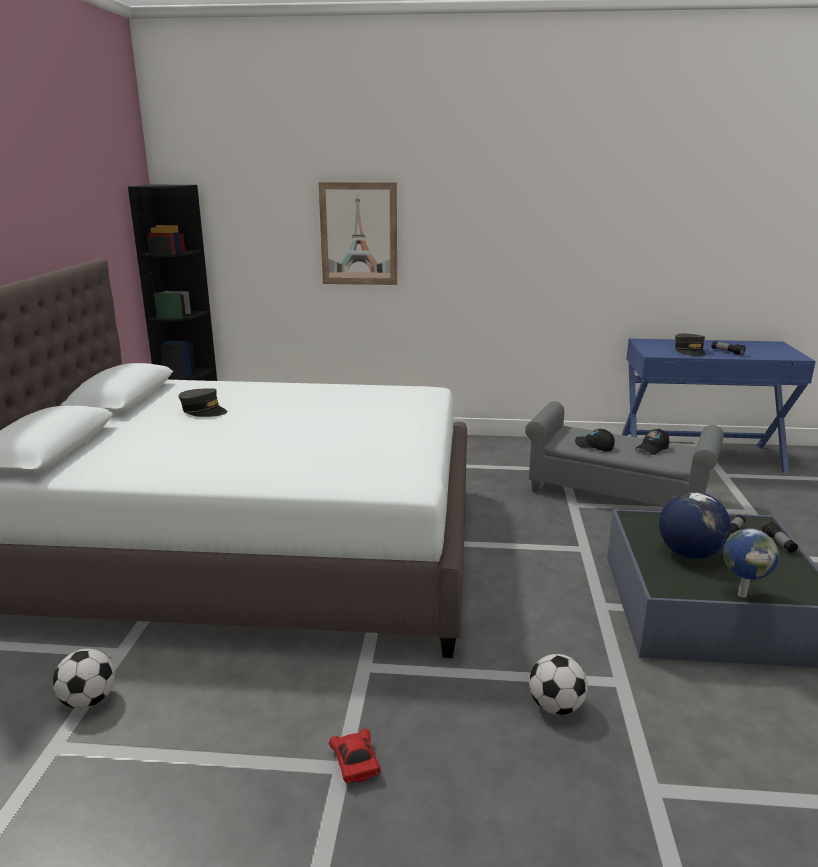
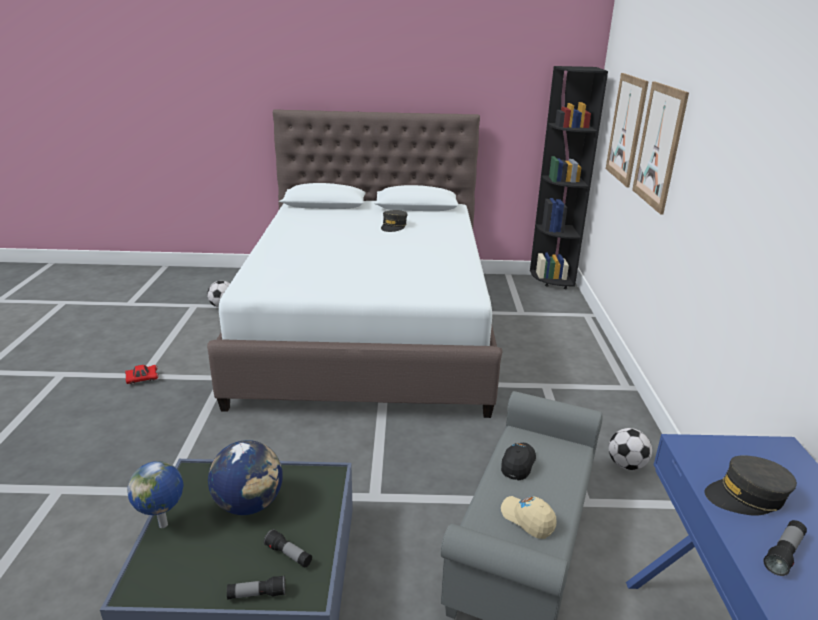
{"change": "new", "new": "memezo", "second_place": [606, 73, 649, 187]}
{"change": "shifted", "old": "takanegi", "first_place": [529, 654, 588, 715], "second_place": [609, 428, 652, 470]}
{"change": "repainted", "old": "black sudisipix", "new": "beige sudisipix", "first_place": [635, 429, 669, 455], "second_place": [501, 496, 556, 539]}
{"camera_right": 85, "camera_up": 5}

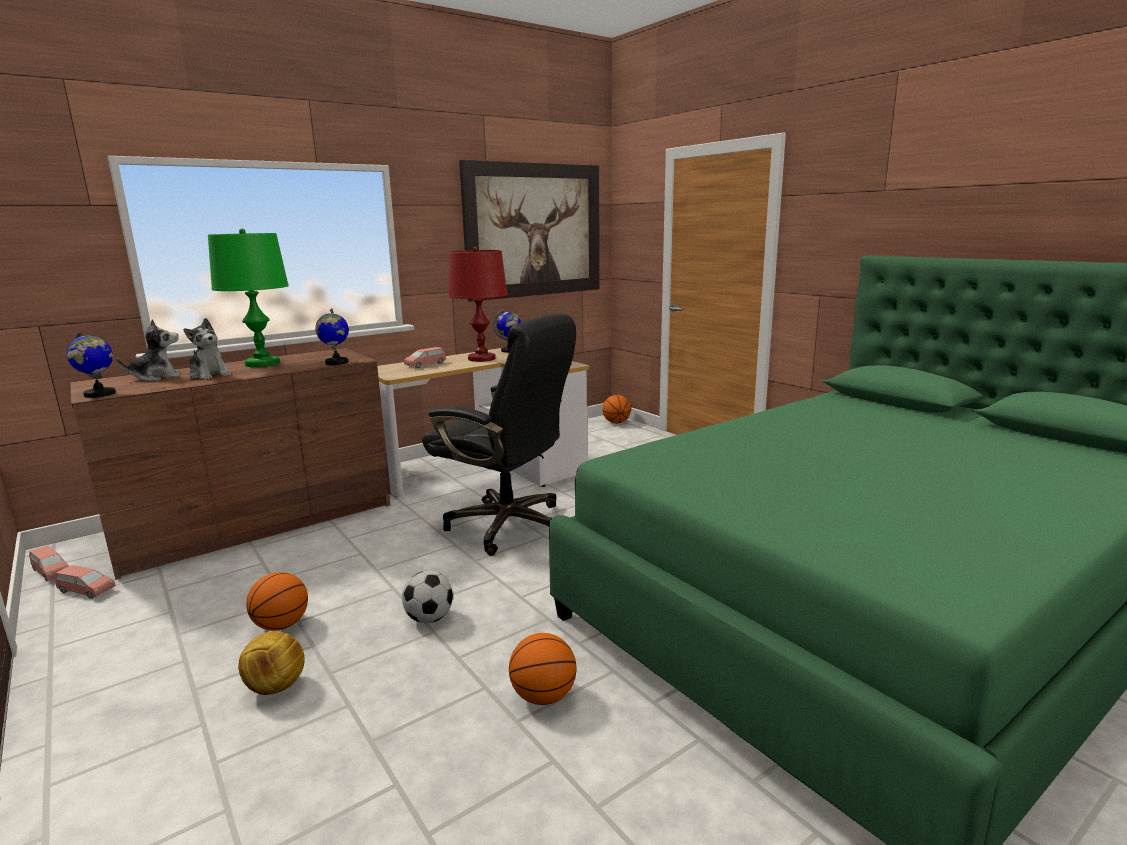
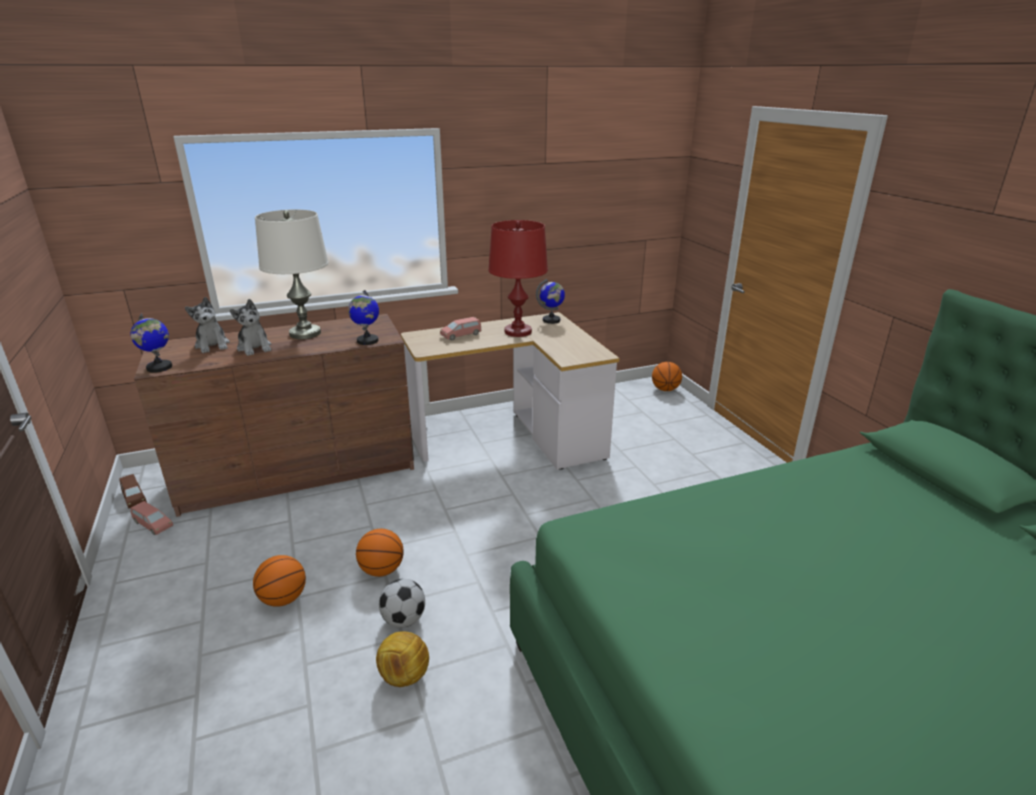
{"change": "gone", "old": "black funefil", "first_place": [422, 313, 576, 556]}
{"change": "gone", "old": "memezo", "first_place": [459, 160, 600, 301]}
{"change": "shifted", "old": "takanegi", "first_place": [238, 631, 305, 695], "second_place": [376, 631, 429, 687]}
{"change": "shifted", "old": "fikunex", "first_place": [509, 633, 576, 705], "second_place": [356, 529, 404, 577]}
{"change": "repainted", "old": "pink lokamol", "new": "brown lokamol", "first_place": [29, 545, 69, 581], "second_place": [119, 474, 147, 509]}
{"change": "repainted", "old": "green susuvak", "new": "white susuvak", "first_place": [208, 229, 289, 367], "second_place": [255, 209, 329, 339]}
{"change": "rotated", "old": "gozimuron", "first_place": [117, 319, 180, 381], "second_place": [185, 297, 230, 353], "degrees": 75}
{"camera_right": 15, "camera_up": 10}

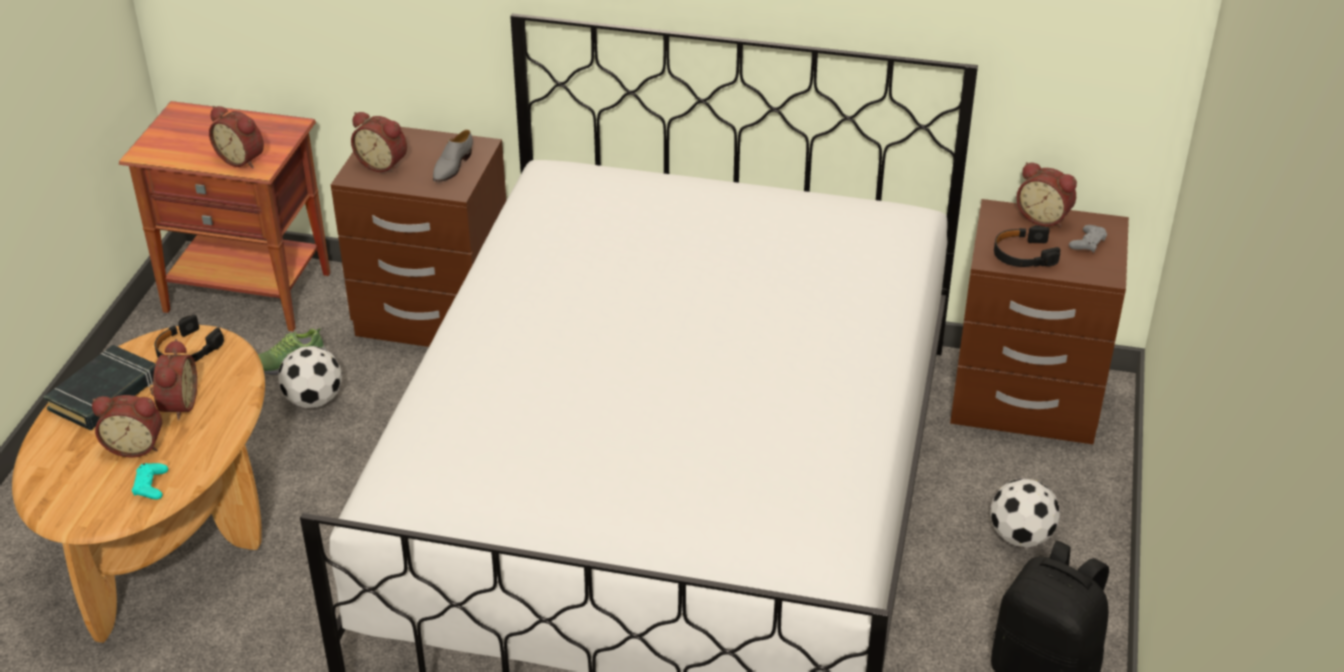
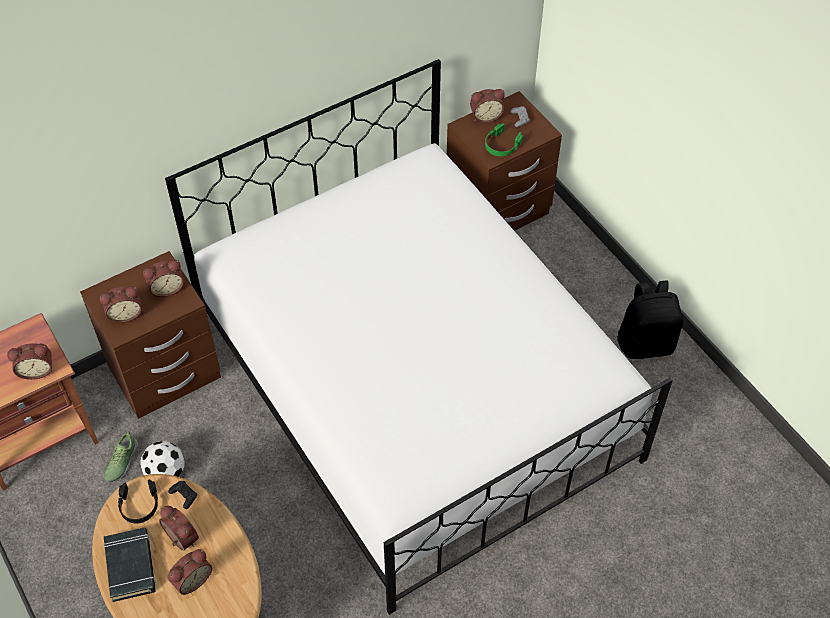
{"change": "gone", "old": "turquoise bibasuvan", "first_place": [132, 463, 168, 500]}
{"change": "gone", "old": "takanegi", "first_place": [990, 478, 1060, 547]}
{"change": "new", "new": "black bibasuvan", "second_place": [168, 481, 197, 509]}
{"change": "swapped", "old": "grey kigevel", "new": "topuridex", "first_place": [433, 130, 473, 182], "second_place": [143, 260, 184, 297]}
{"change": "repainted", "old": "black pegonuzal", "new": "green pegonuzal", "first_place": [994, 225, 1060, 267], "second_place": [485, 123, 523, 156]}
{"camera_right": -45, "camera_up": 15}

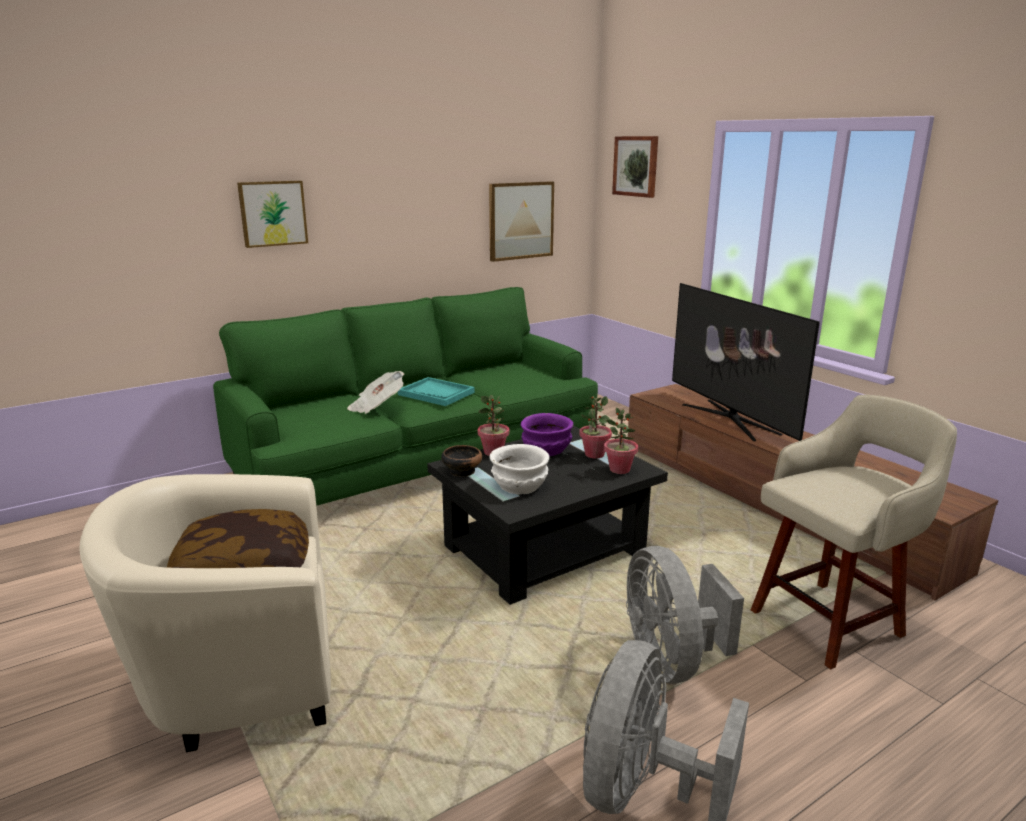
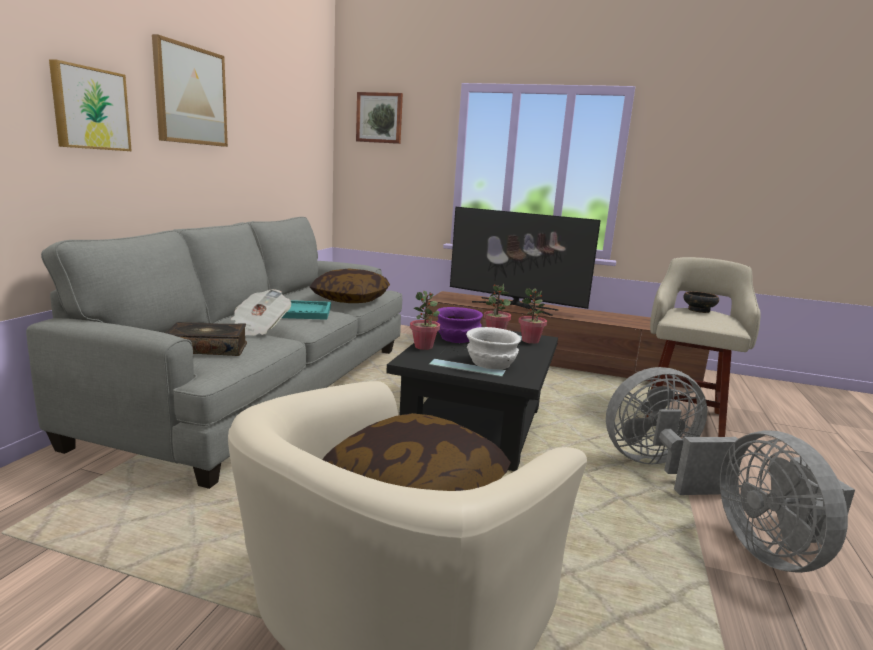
{"change": "new", "new": "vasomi", "second_place": [165, 322, 247, 356]}
{"change": "new", "new": "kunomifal", "second_place": [310, 268, 390, 303]}
{"change": "shifted", "old": "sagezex", "first_place": [441, 445, 482, 477], "second_place": [683, 291, 719, 313]}
{"change": "shifted", "old": "memezo", "first_place": [489, 181, 554, 262], "second_place": [152, 34, 228, 147]}
{"change": "repainted", "old": "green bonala", "new": "grey bonala", "first_place": [213, 287, 598, 506], "second_place": [26, 217, 402, 489]}
{"change": "rotated", "old": "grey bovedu", "first_place": [626, 546, 744, 684], "second_place": [606, 367, 738, 495], "degrees": 135}
{"camera_right": -40, "camera_up": -5}

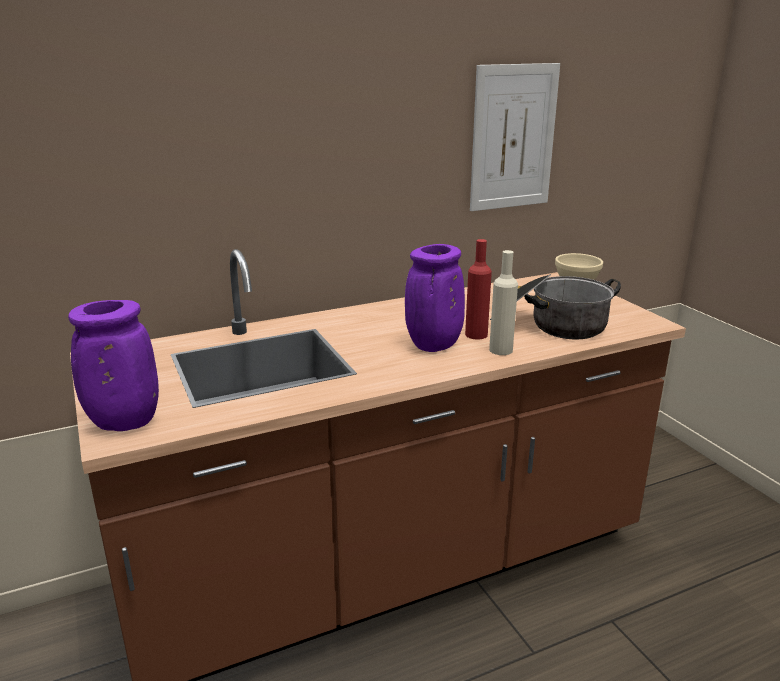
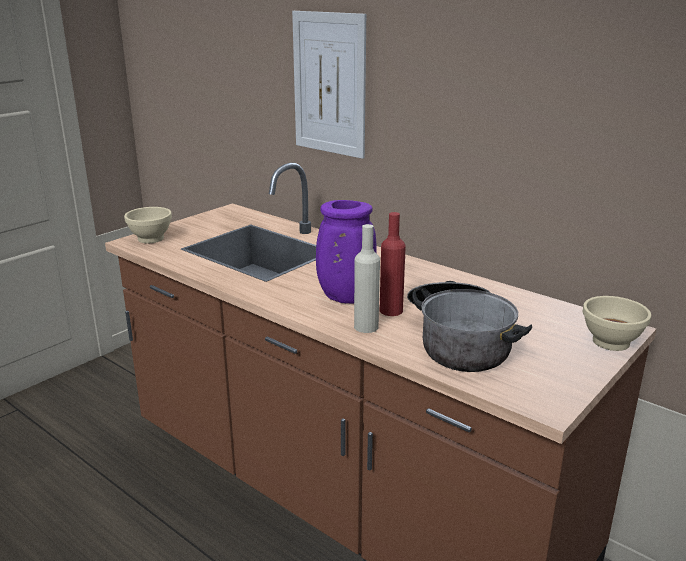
{"change": "shifted", "old": "memezo", "first_place": [470, 63, 560, 211], "second_place": [292, 11, 366, 159]}
{"change": "swapped", "old": "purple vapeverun", "new": "beige sagezex", "first_place": [68, 300, 159, 431], "second_place": [124, 207, 172, 243]}
{"camera_right": 65, "camera_up": 0}

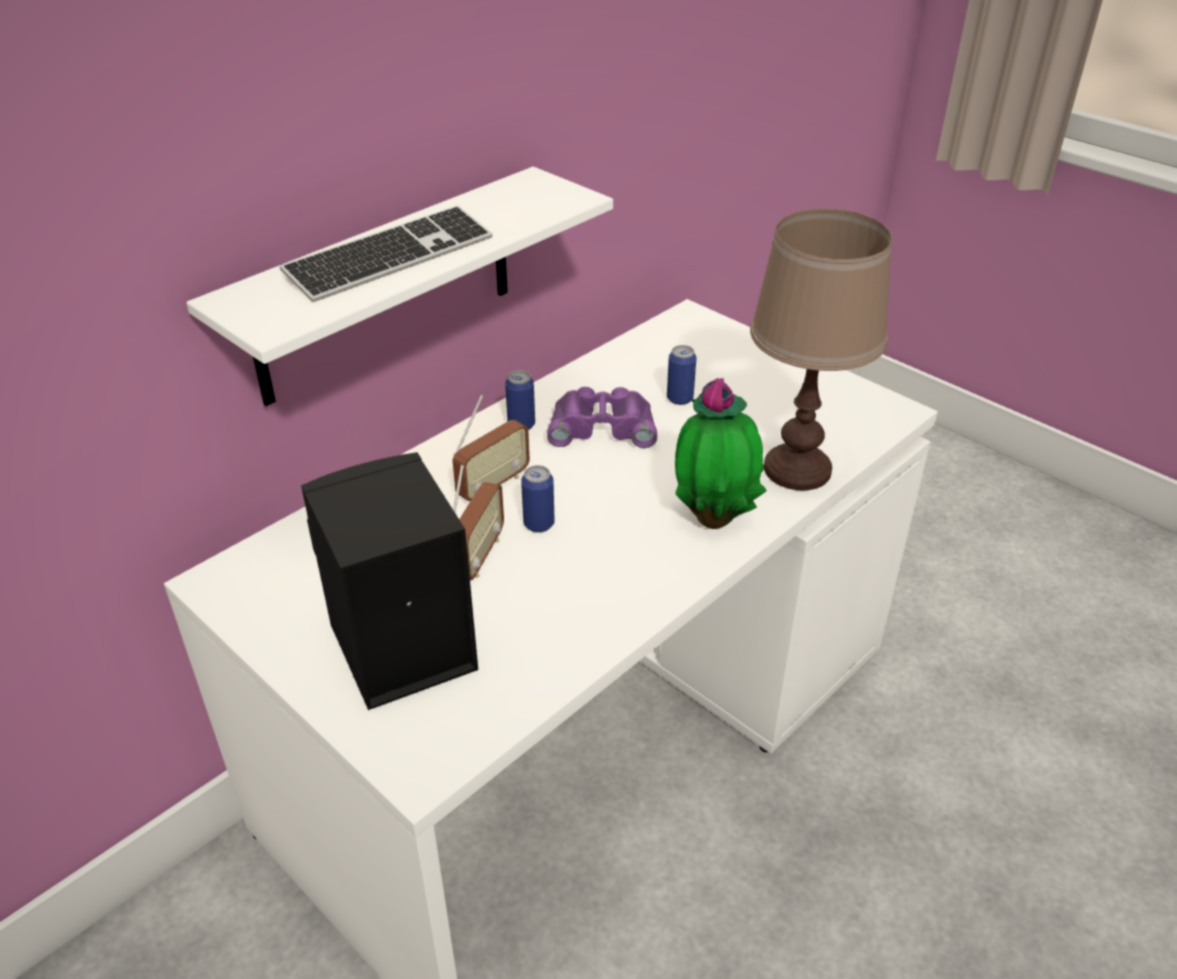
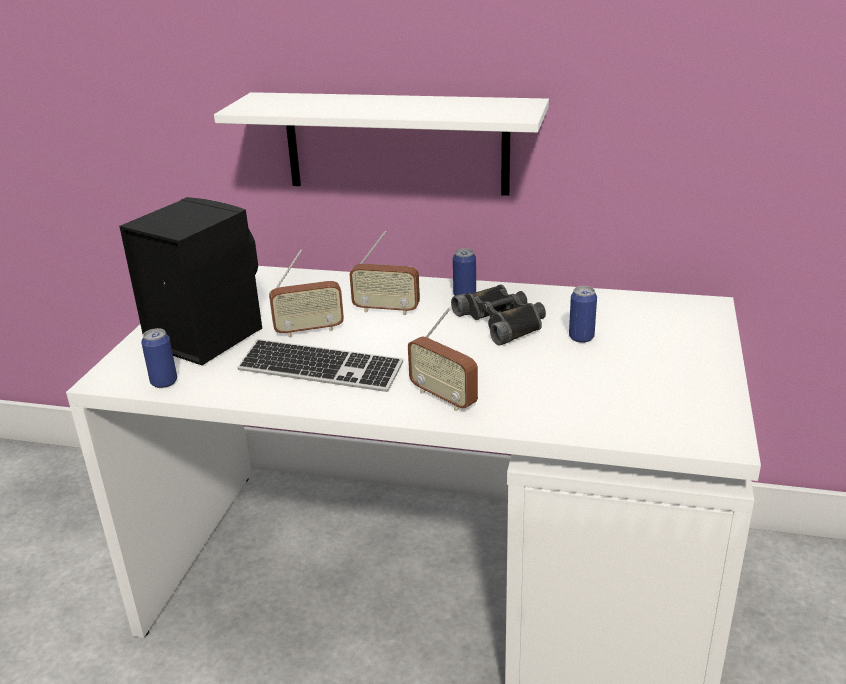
{"change": "gone", "old": "brown susuvak", "first_place": [750, 209, 892, 491]}
{"change": "shifted", "old": "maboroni", "first_place": [280, 205, 492, 302], "second_place": [237, 339, 403, 392]}
{"change": "shifted", "old": "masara", "first_place": [521, 465, 555, 533], "second_place": [141, 328, 177, 388]}
{"change": "swapped", "old": "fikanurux", "new": "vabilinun", "first_place": [675, 378, 766, 529], "second_place": [408, 308, 478, 411]}
{"change": "repainted", "old": "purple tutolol", "new": "black tutolol", "first_place": [547, 387, 657, 448], "second_place": [451, 285, 546, 345]}
{"camera_right": 60, "camera_up": -10}

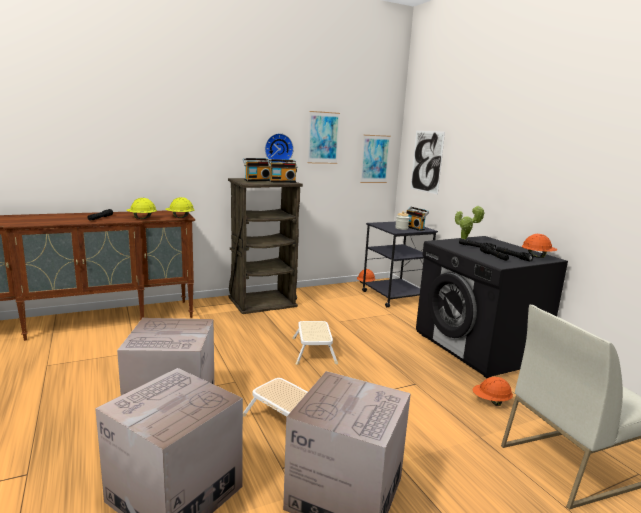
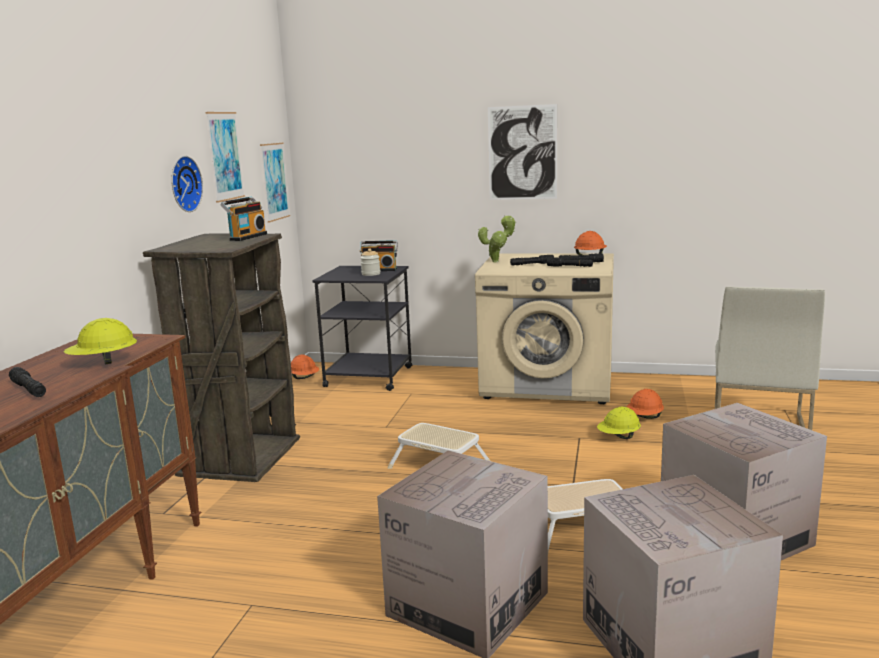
{"change": "gone", "old": "vabilinun", "first_place": [242, 158, 270, 181]}
{"change": "shifted", "old": "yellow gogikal", "first_place": [165, 197, 194, 218], "second_place": [597, 407, 641, 439]}
{"change": "shifted", "old": "memezo", "first_place": [410, 131, 445, 195], "second_place": [488, 104, 557, 200]}
{"change": "repainted", "old": "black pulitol", "new": "beige pulitol", "first_place": [416, 236, 568, 378], "second_place": [475, 253, 614, 404]}
{"camera_right": -50, "camera_up": 0}

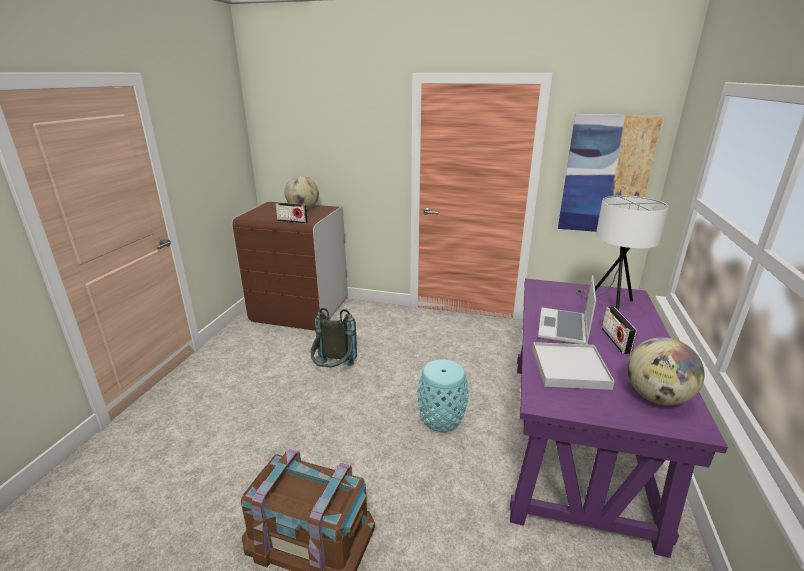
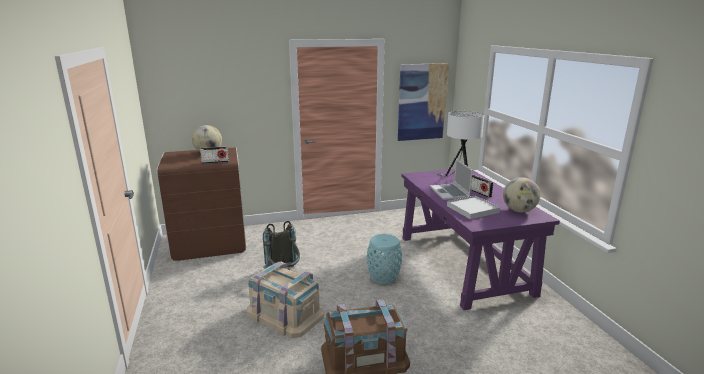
{"change": "new", "new": "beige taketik", "second_place": [247, 262, 324, 338]}
{"camera_right": -30, "camera_up": -5}

